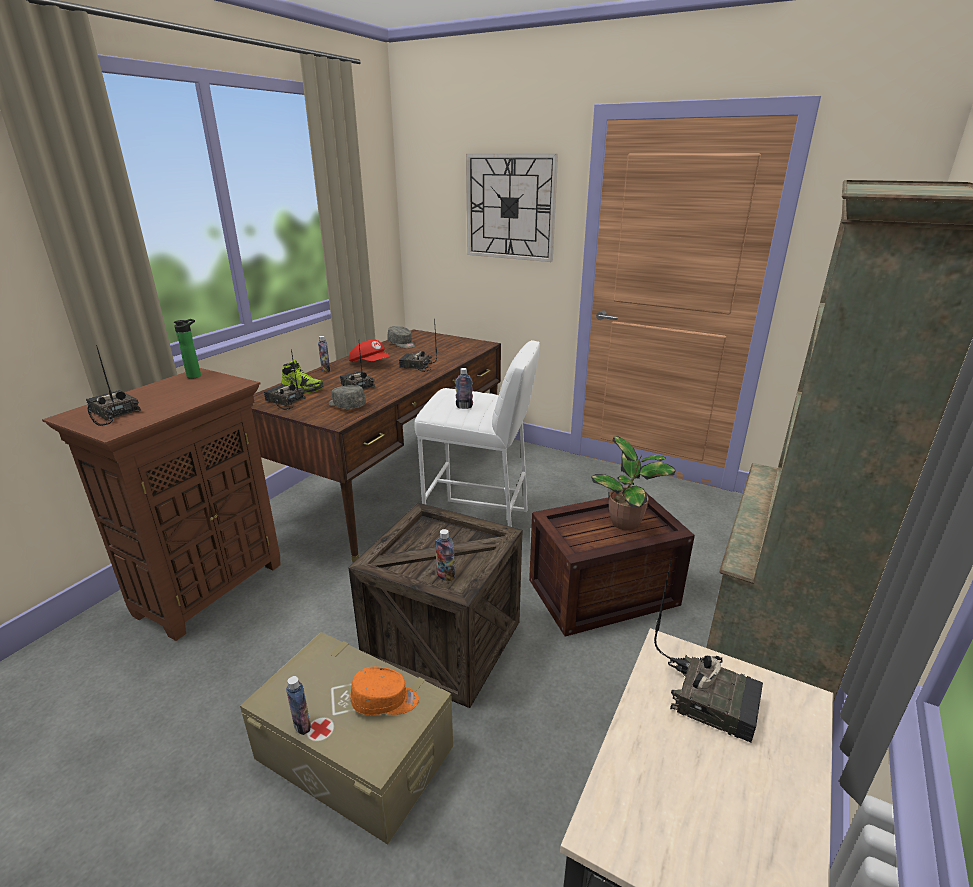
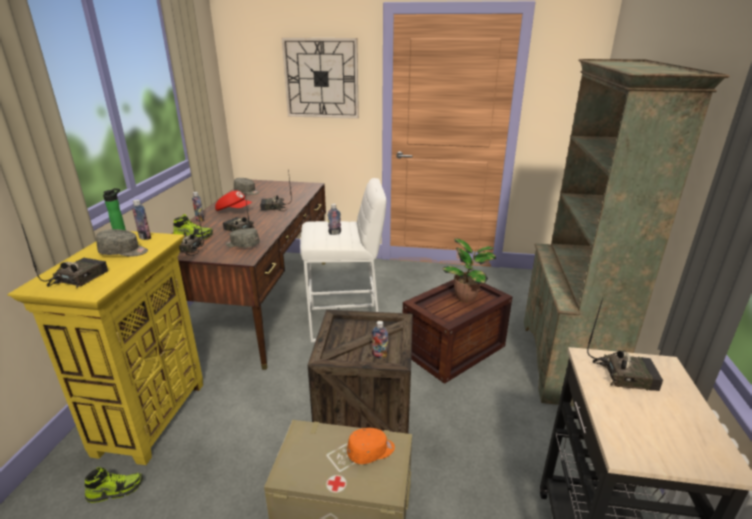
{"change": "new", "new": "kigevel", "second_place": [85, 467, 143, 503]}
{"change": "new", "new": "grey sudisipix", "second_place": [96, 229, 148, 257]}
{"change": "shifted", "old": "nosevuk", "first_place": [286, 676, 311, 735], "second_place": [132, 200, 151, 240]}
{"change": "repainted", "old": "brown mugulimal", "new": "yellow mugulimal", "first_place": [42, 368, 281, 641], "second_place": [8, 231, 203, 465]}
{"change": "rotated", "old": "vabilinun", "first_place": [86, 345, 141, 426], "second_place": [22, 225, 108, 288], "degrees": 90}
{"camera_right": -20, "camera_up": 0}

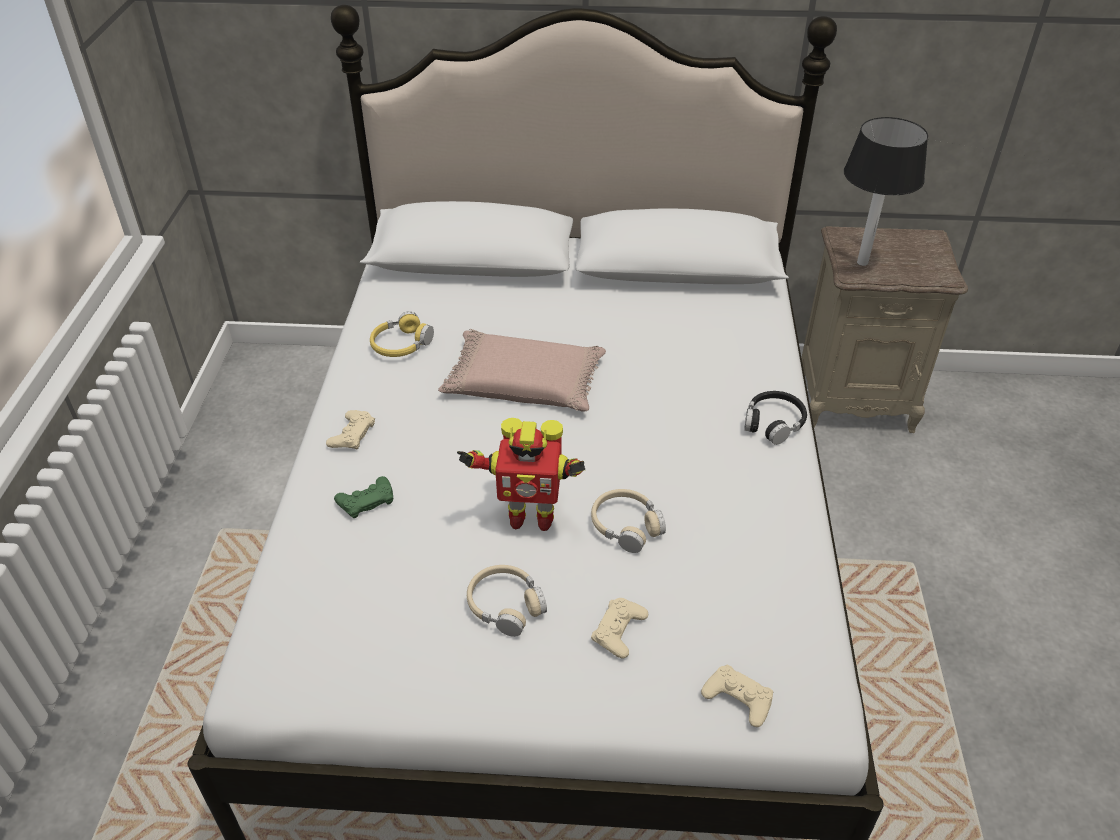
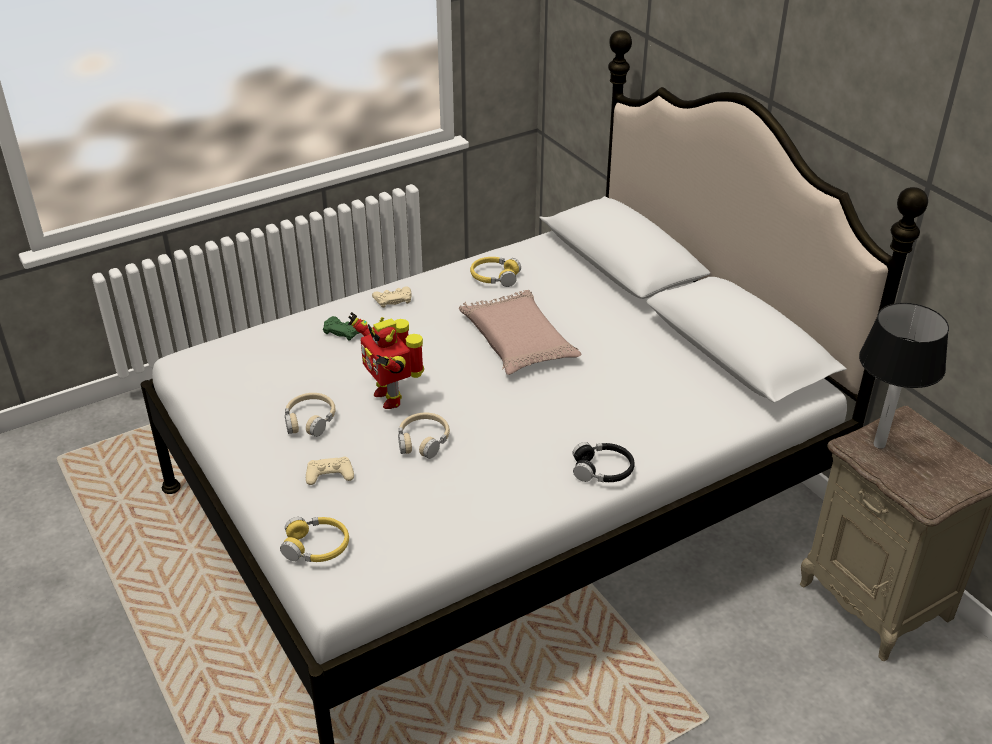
{"change": "swapped", "old": "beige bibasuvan", "new": "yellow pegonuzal", "first_place": [701, 665, 773, 727], "second_place": [280, 517, 349, 562]}
{"camera_right": 55, "camera_up": -5}

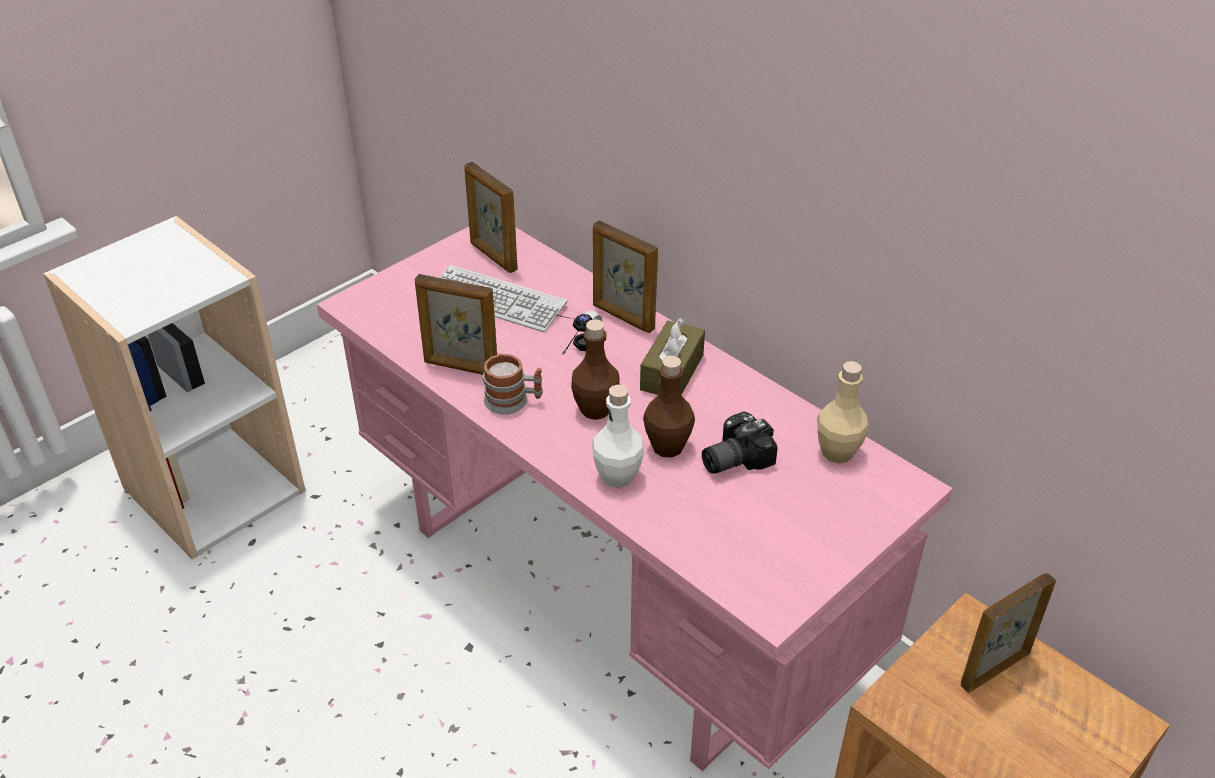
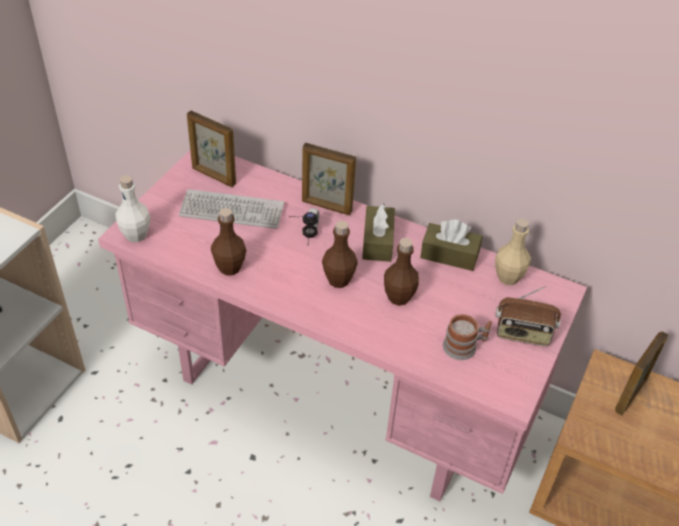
{"change": "gone", "old": "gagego", "first_place": [702, 411, 778, 474]}
{"change": "new", "new": "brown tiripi", "second_place": [420, 220, 482, 271]}
{"change": "new", "new": "vabilinun", "second_place": [495, 286, 561, 347]}
{"change": "shifted", "old": "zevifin", "first_place": [483, 353, 543, 414], "second_place": [443, 314, 492, 360]}
{"change": "shifted", "old": "white nosevuk", "first_place": [592, 385, 644, 488], "second_place": [115, 175, 150, 242]}
{"change": "swapped", "old": "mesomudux", "new": "brown nosevuk", "first_place": [415, 274, 497, 375], "second_place": [211, 208, 246, 275]}
{"camera_right": -20, "camera_up": 5}

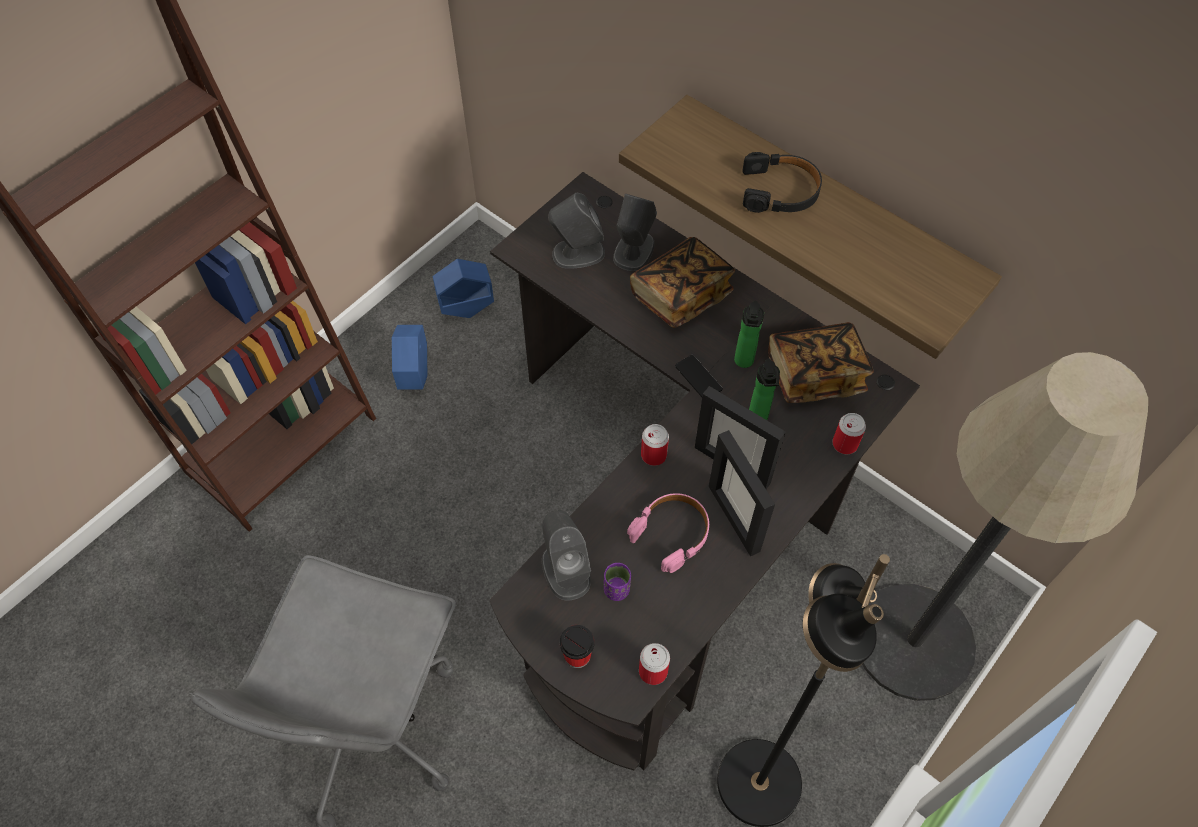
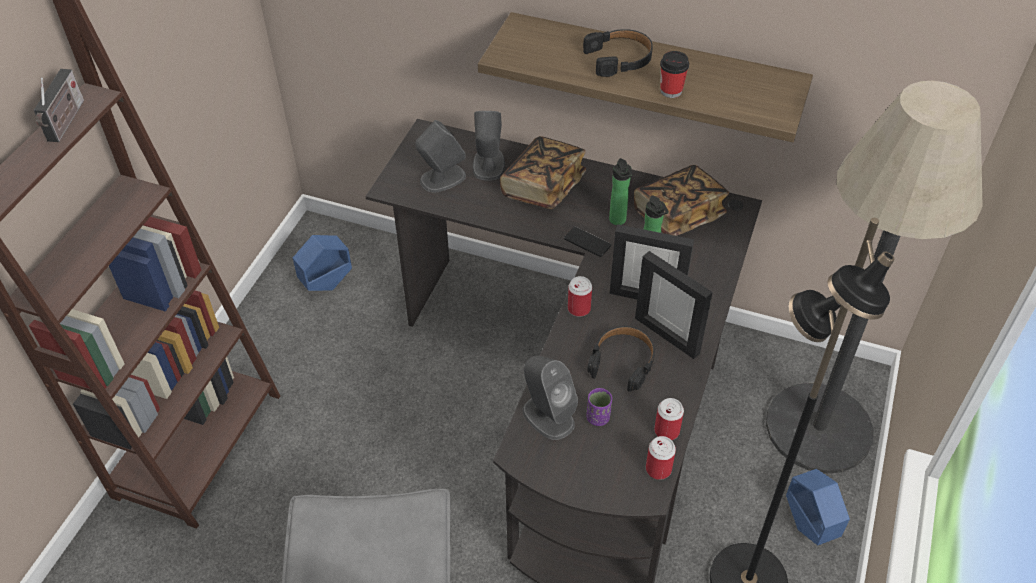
{"change": "new", "new": "vabilinun", "second_place": [34, 69, 84, 142]}
{"change": "shifted", "old": "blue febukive", "first_place": [392, 325, 427, 390], "second_place": [786, 469, 850, 545]}
{"change": "shifted", "old": "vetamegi", "first_place": [560, 625, 594, 668], "second_place": [660, 51, 689, 98]}
{"change": "shifted", "old": "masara", "first_place": [832, 413, 866, 454], "second_place": [654, 398, 684, 440]}
{"change": "repainted", "old": "pink pegonuzal", "new": "black pegonuzal", "first_place": [627, 493, 709, 573], "second_place": [587, 326, 655, 392]}
{"camera_right": -20, "camera_up": -10}

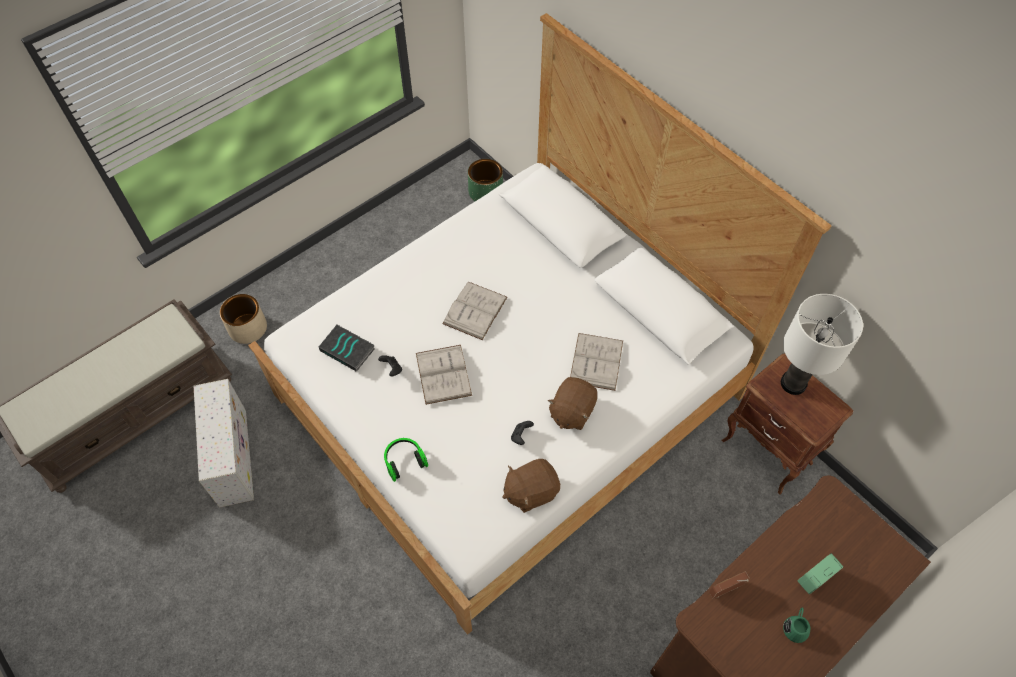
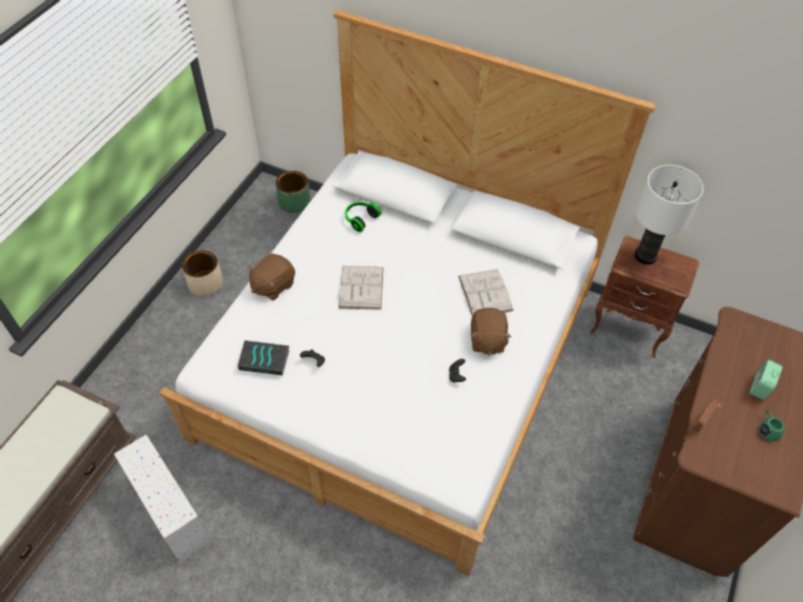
{"change": "gone", "old": "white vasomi", "first_place": [416, 345, 472, 405]}
{"change": "shifted", "old": "beige febukive", "first_place": [220, 294, 267, 344], "second_place": [182, 250, 223, 296]}
{"change": "shifted", "old": "pegonuzal", "first_place": [384, 438, 428, 482], "second_place": [345, 202, 382, 232]}
{"change": "shifted", "old": "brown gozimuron", "first_place": [502, 459, 560, 513], "second_place": [247, 254, 295, 301]}
{"camera_right": -25, "camera_up": -5}

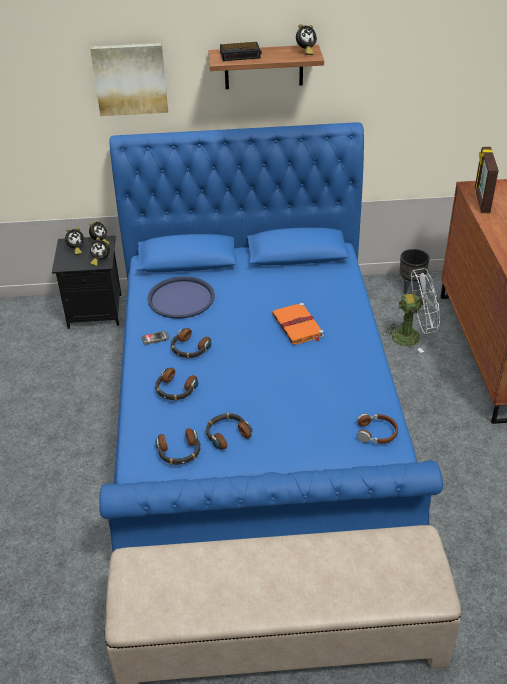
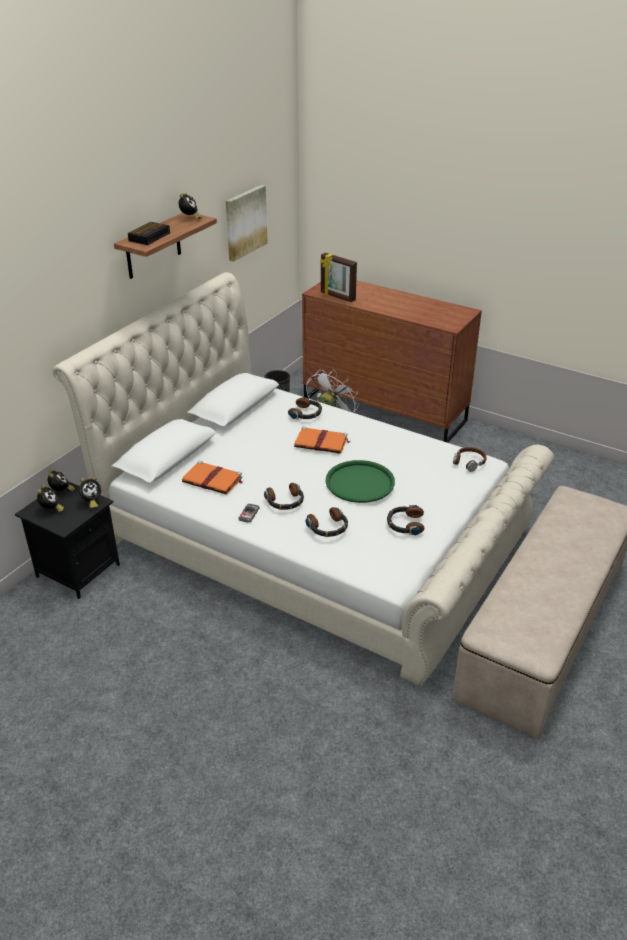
{"change": "new", "new": "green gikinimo", "second_place": [325, 460, 395, 503]}
{"change": "shifted", "old": "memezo", "first_place": [90, 43, 168, 116], "second_place": [226, 185, 267, 262]}
{"change": "shifted", "old": "pegonuzal", "first_place": [155, 428, 201, 465], "second_place": [288, 397, 322, 419]}
{"change": "swapped", "old": "blue gikinimo", "new": "orange vasomi", "first_place": [147, 276, 215, 319], "second_place": [182, 461, 243, 494]}
{"change": "repainted", "old": "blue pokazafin", "new": "beige pokazafin", "first_place": [99, 122, 443, 551], "second_place": [53, 272, 554, 685]}
{"camera_right": -55, "camera_up": -5}

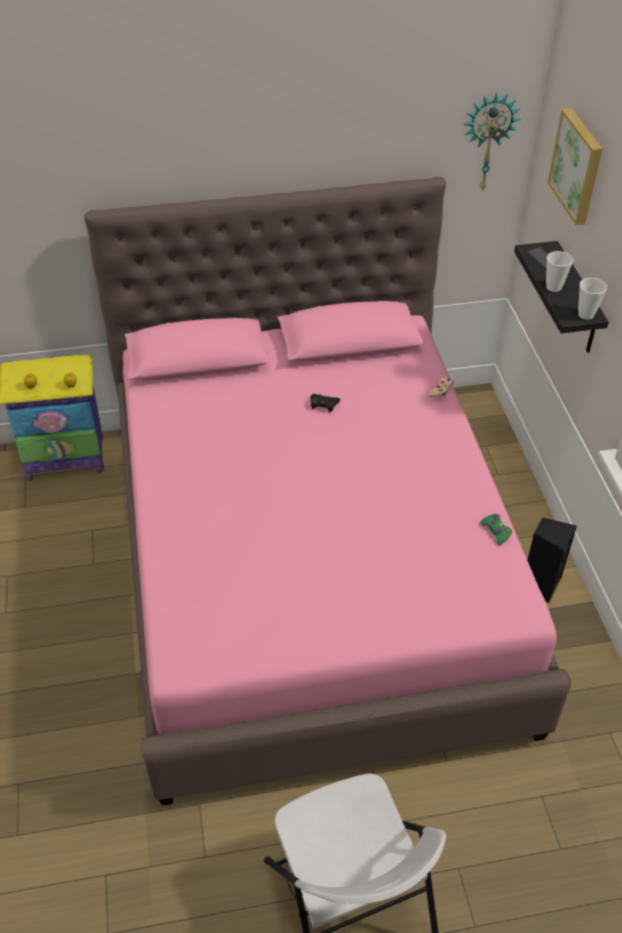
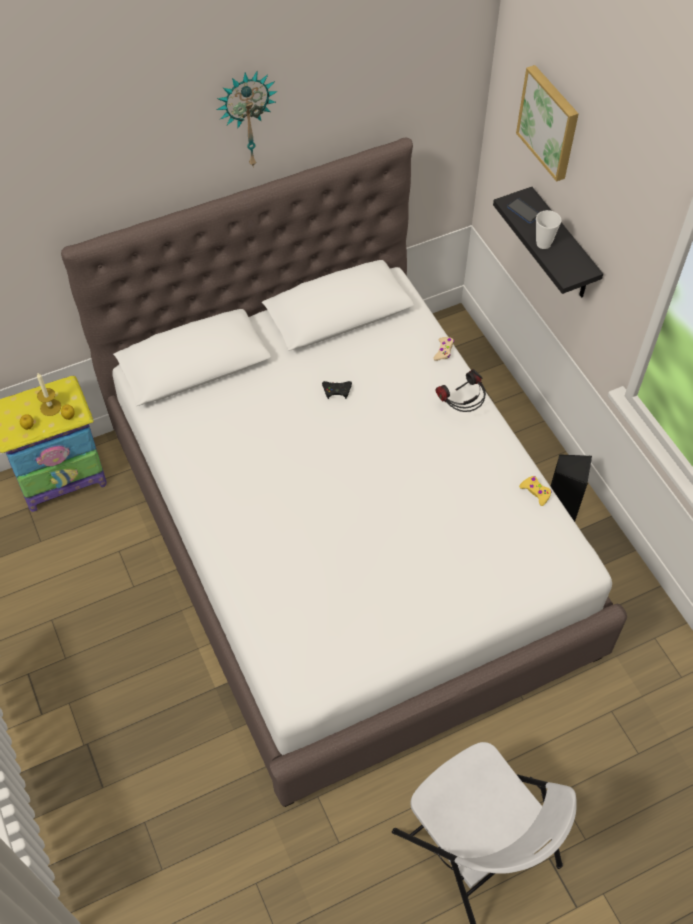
{"change": "gone", "old": "vetamegi", "first_place": [578, 278, 607, 320]}
{"change": "new", "new": "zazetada", "second_place": [37, 373, 61, 416]}
{"change": "new", "new": "pegonuzal", "second_place": [435, 369, 486, 412]}
{"change": "shifted", "old": "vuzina", "first_place": [463, 93, 521, 192], "second_place": [217, 71, 278, 168]}
{"change": "repainted", "old": "pink pokazafin", "new": "white pokazafin", "first_place": [84, 177, 571, 806], "second_place": [61, 138, 627, 807]}
{"change": "repainted", "old": "green bibasuvan", "new": "yellow bibasuvan", "first_place": [480, 514, 512, 545], "second_place": [519, 476, 552, 506]}
{"camera_right": -15, "camera_up": 10}

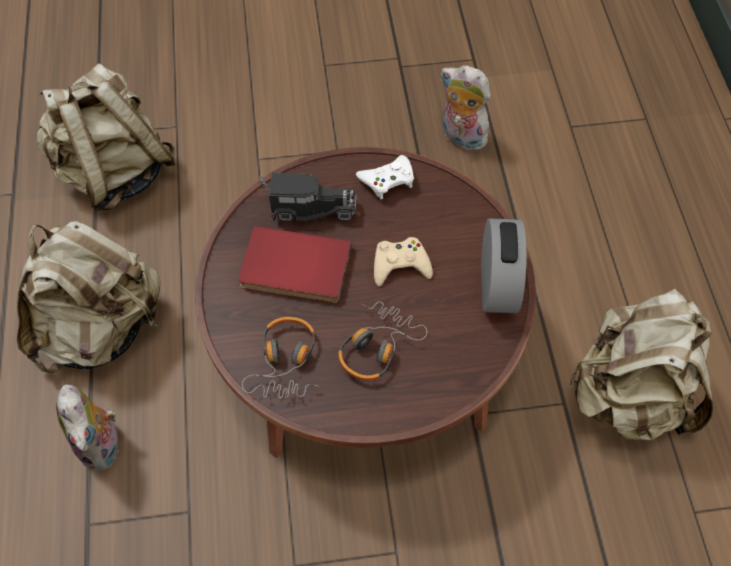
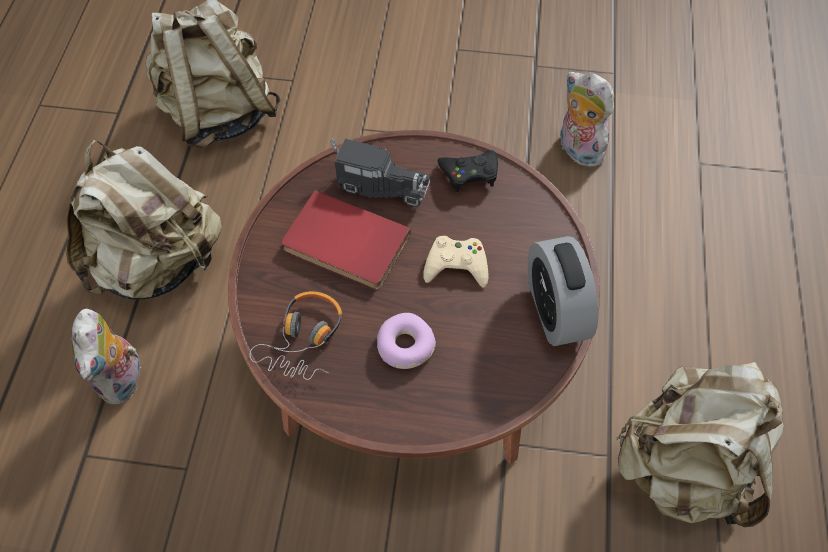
{"change": "swapped", "old": "pegonuzal", "new": "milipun", "first_place": [338, 301, 427, 381], "second_place": [377, 313, 436, 369]}
{"change": "repainted", "old": "white bibasuvan", "new": "black bibasuvan", "first_place": [356, 155, 414, 199], "second_place": [438, 150, 498, 192]}
{"change": "rotated", "old": "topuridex", "first_place": [481, 218, 527, 313], "second_place": [528, 236, 598, 346], "degrees": 150}
{"camera_right": 15, "camera_up": 0}

